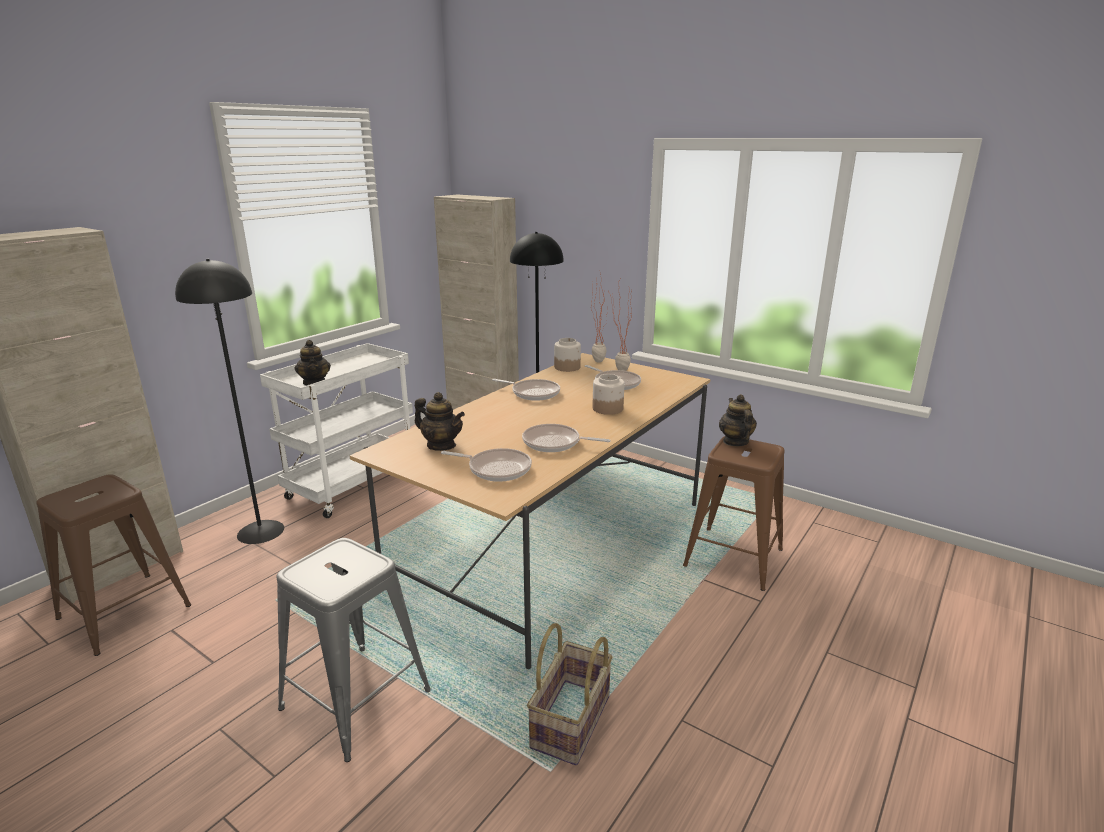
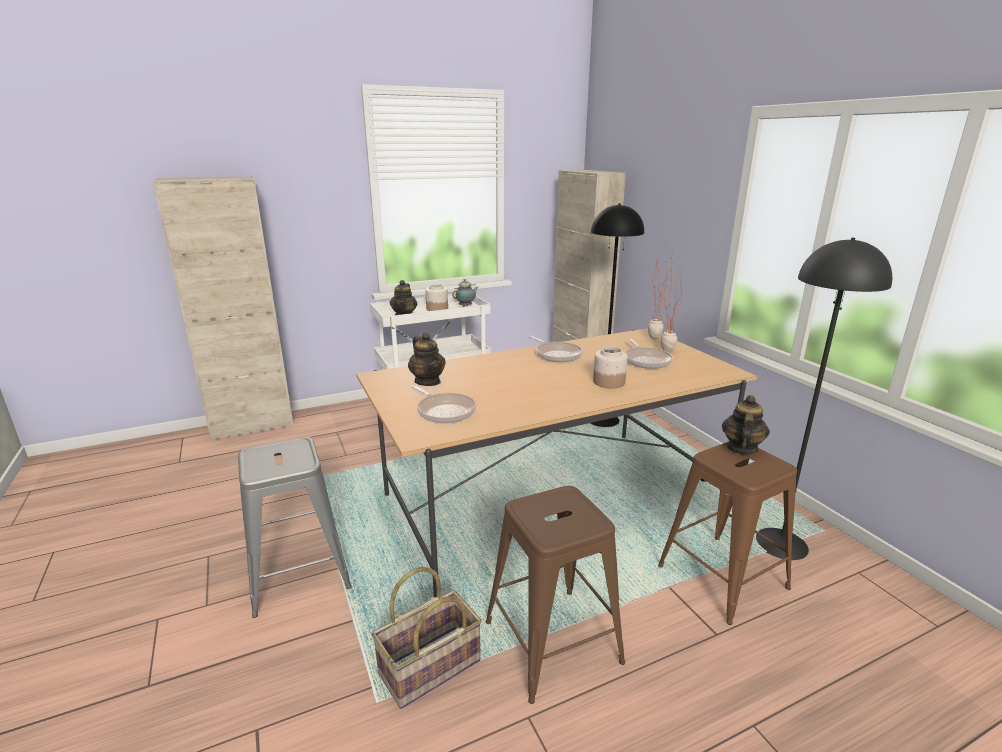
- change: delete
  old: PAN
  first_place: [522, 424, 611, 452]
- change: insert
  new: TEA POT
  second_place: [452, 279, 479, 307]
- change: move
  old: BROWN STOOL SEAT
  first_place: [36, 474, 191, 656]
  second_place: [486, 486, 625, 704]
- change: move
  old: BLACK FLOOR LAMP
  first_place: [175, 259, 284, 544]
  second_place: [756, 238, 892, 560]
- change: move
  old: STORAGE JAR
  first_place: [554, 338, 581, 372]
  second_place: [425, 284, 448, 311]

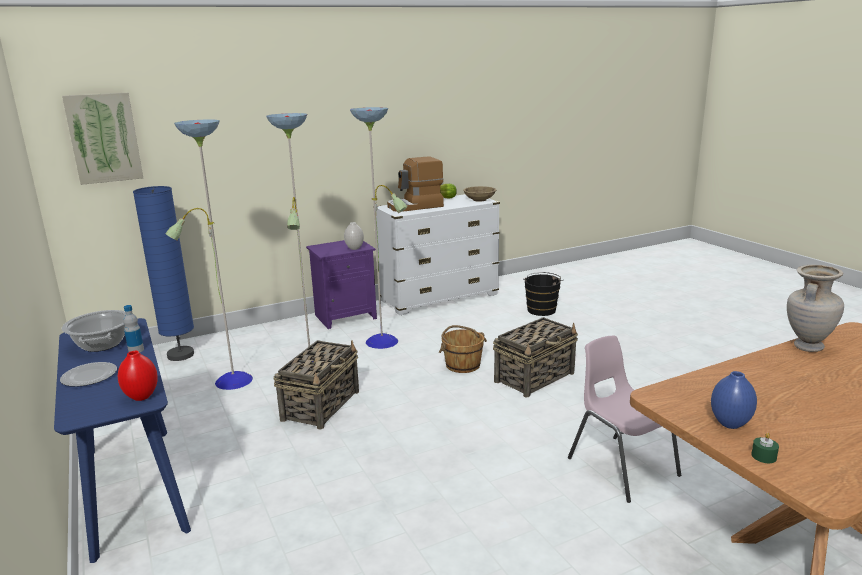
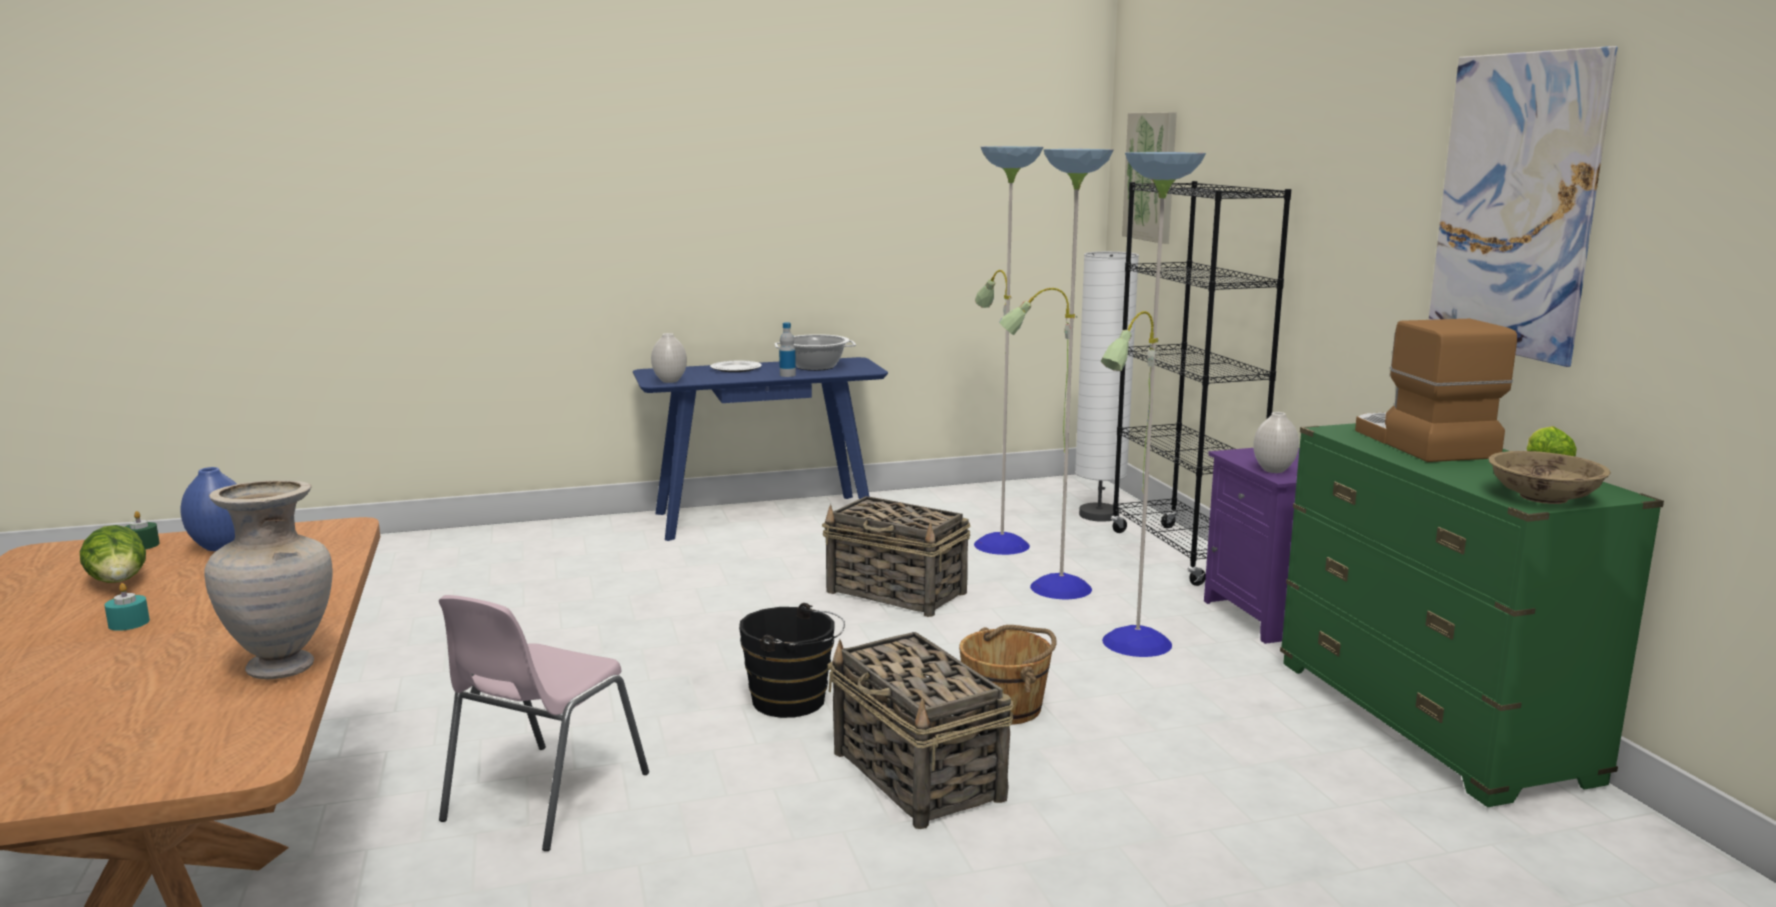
- change: insert
  new: LETTUCE
  second_place: [80, 525, 146, 583]
- change: insert
  new: TURQUOISE-COLOURED WAX CANDLE
  second_place: [104, 583, 150, 631]
- change: insert
  new: BLACK BOOKCASE
  second_place: [1111, 181, 1292, 586]
- change: insert
  new: WALL ART
  second_place: [1429, 46, 1618, 367]
- change: move
  old: BLACK WATER BUCKET
  first_place: [523, 272, 563, 316]
  second_place: [739, 603, 845, 718]
- change: recolor
  old: RED-COLOURED VASE
  new: WHITISH VASE
  first_place: [118, 351, 158, 401]
  second_place: [651, 333, 687, 383]
- change: recolor
  old: BLUE FLOOR LAMP
  new: WHITISH FLOOR LAMP
  first_place: [133, 186, 194, 361]
  second_place: [1075, 251, 1139, 522]
- change: recolor
  old: WHITISH CHEST OF DRAWERS
  new: GREEN-COLOURED CHEST OF DRAWERS
  first_place: [376, 194, 500, 315]
  second_place: [1280, 423, 1664, 807]
- change: rotate
  old: PINK-COLOURED PLAIN CHAIR
  first_place: [568, 335, 681, 503]
  second_place: [439, 595, 649, 851]
  degrees: 135

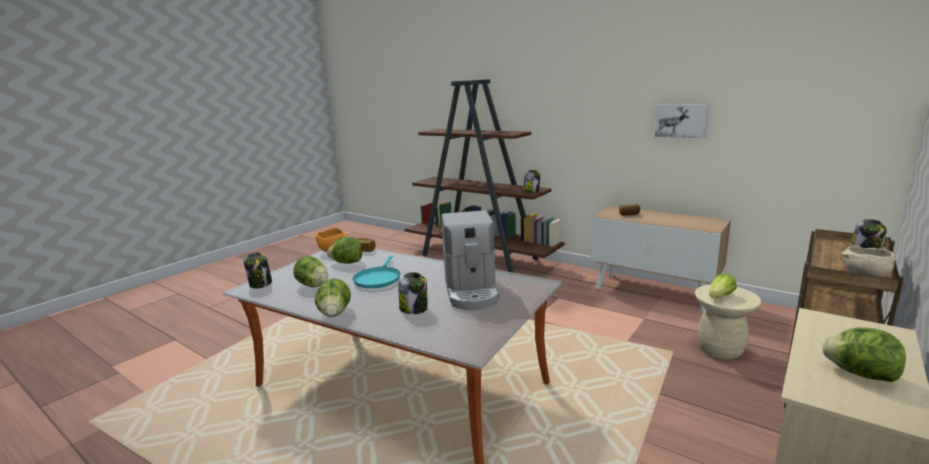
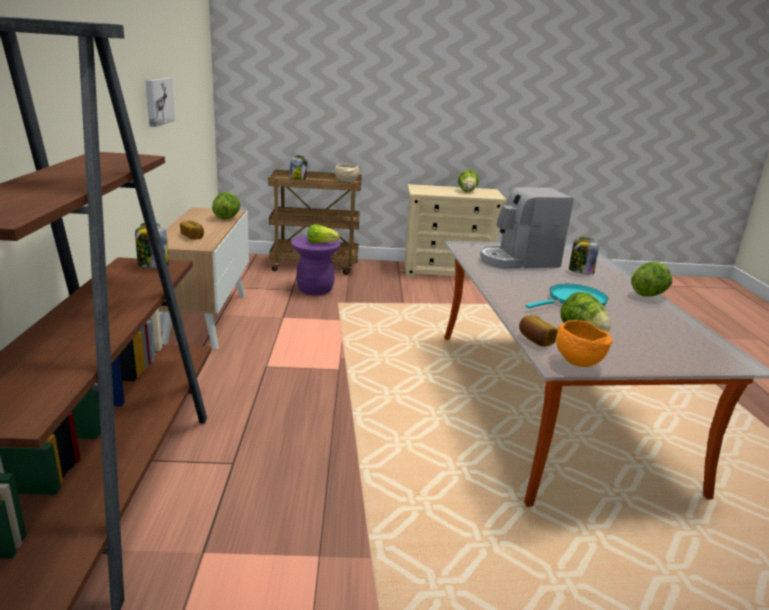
- change: delete
  old: STORAGE JAR
  first_place: [244, 252, 272, 289]
- change: move
  old: LETTUCE
  first_place: [293, 256, 328, 287]
  second_place: [212, 192, 240, 220]
- change: recolor
  old: BEIGE STOOL SEAT
  new: PURPLE-COLOURED STOOL SEAT
  first_place: [695, 285, 761, 359]
  second_place: [291, 235, 341, 296]
- change: rotate
  old: COFFEE MAKER
  first_place: [441, 210, 500, 310]
  second_place: [480, 187, 573, 269]
  degrees: -150

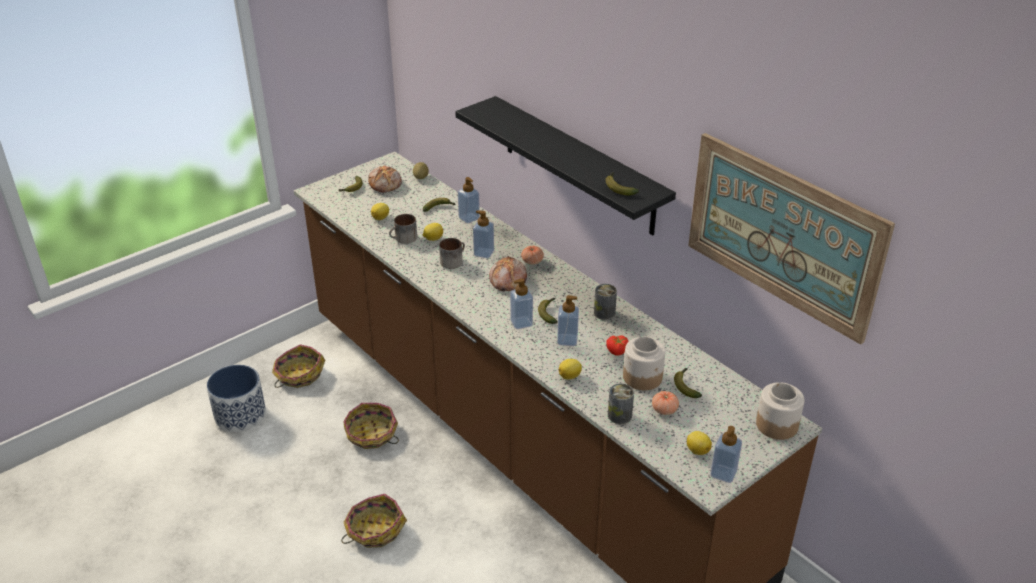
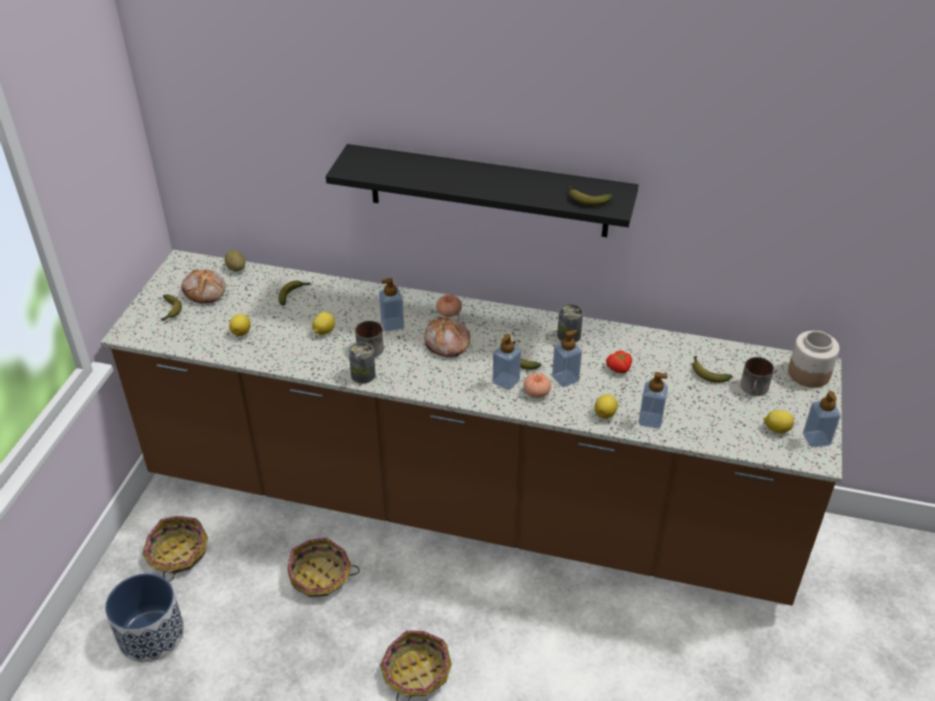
- change: delete
  old: STORAGE JAR
  first_place: [623, 336, 665, 390]
- change: delete
  old: WALL ART
  first_place: [688, 133, 895, 345]
- change: move
  old: MUG
  first_place: [389, 214, 417, 244]
  second_place: [740, 357, 774, 396]
- change: move
  old: SOAP DISPENSER
  first_place: [458, 177, 480, 223]
  second_place: [638, 372, 668, 429]
- change: move
  old: METAL CAN
  first_place: [608, 383, 634, 424]
  second_place: [349, 342, 376, 384]
- change: move
  old: FRESH TOMATO
  first_place: [652, 391, 679, 415]
  second_place: [523, 373, 551, 398]

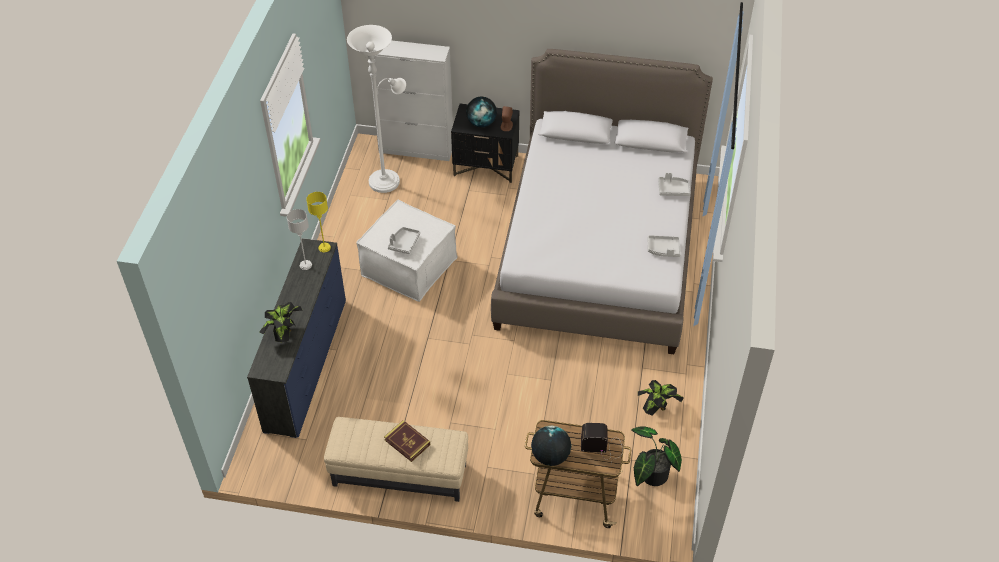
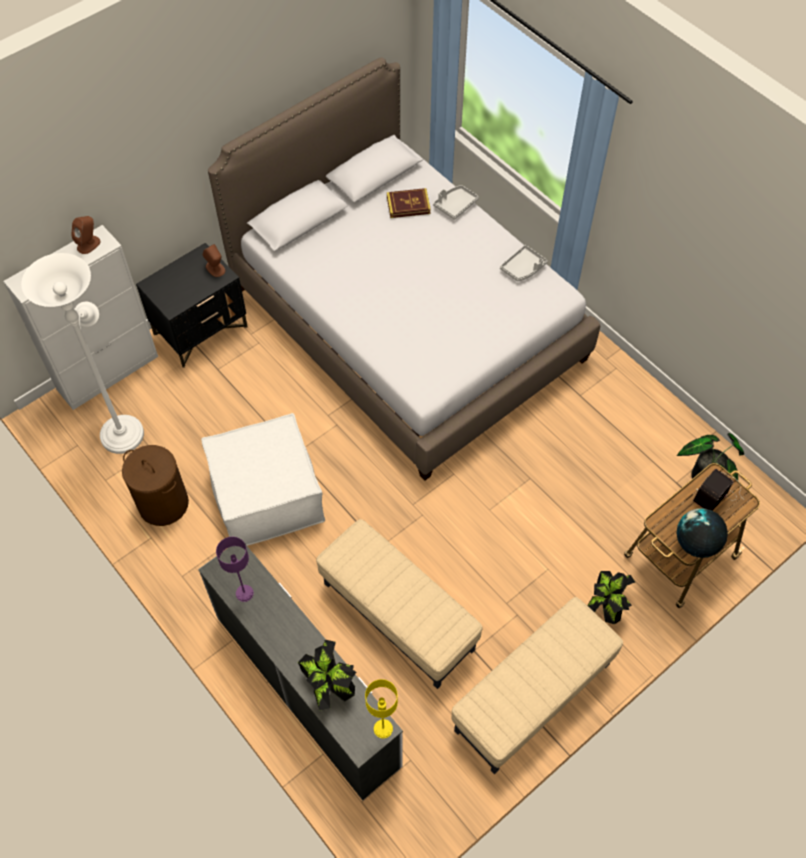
- change: delete
  old: GREYISH CARRYING TRAY
  first_place: [388, 227, 420, 254]
- change: delete
  old: WORLD GLOBE
  first_place: [466, 97, 497, 127]
- change: insert
  new: BROWN AUDIO SPEAKER
  second_place: [71, 216, 100, 254]
- change: insert
  new: BROWN HAMPER
  second_place: [122, 445, 189, 526]
- change: insert
  new: BEIGE FOOTREST
  second_place: [316, 519, 482, 689]
- change: move
  old: YELLOW-COLOURED LAMP FOR A TABLE
  first_place: [306, 192, 331, 252]
  second_place: [365, 679, 398, 739]
- change: move
  old: BOUND BOOK
  first_place: [384, 420, 430, 462]
  second_place: [387, 188, 431, 218]
- change: move
  old: POTTED PLANT
  first_place: [638, 380, 684, 416]
  second_place: [587, 571, 635, 624]
- change: recolor
  old: BLUE CHEST OF DRAWERS
  new: WHITISH CHEST OF DRAWERS
  first_place: [247, 238, 346, 438]
  second_place: [198, 539, 403, 801]
- change: recolor
  old: GREYISH LAMP FOR A TABLE
  new: PURPLE-COLOURED LAMP FOR A TABLE
  first_place: [287, 209, 312, 270]
  second_place: [216, 537, 254, 602]

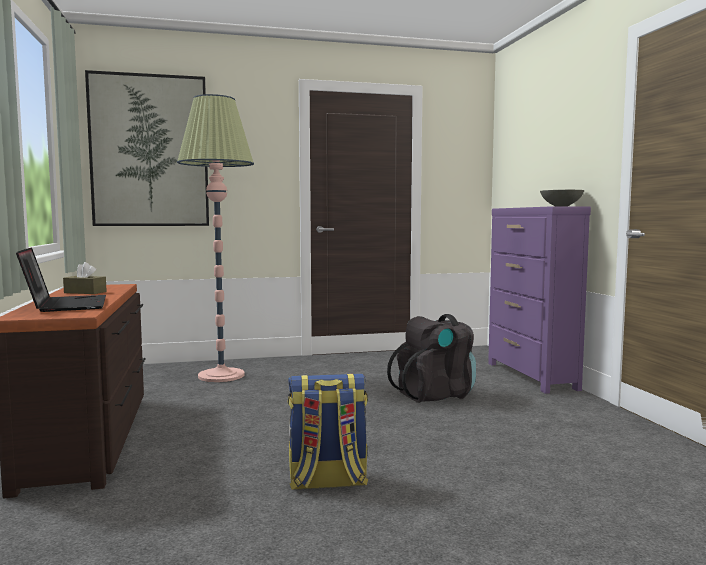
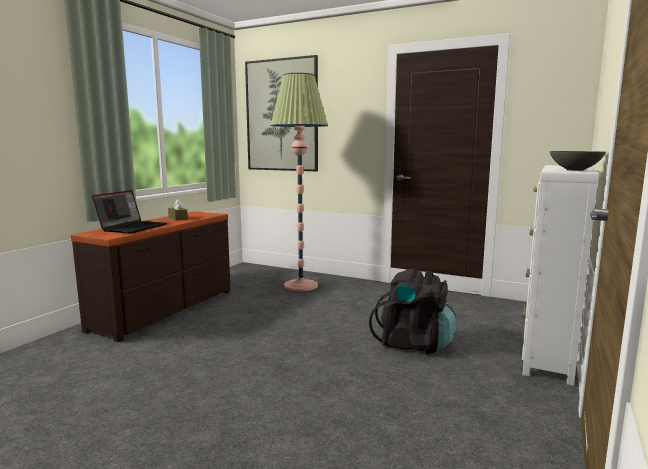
- change: delete
  old: RUCKSACK
  first_place: [288, 374, 368, 490]
- change: recolor
  old: PURPLE-COLOURED CHEST OF DRAWERS
  new: WHITISH CHEST OF DRAWERS
  first_place: [488, 206, 591, 394]
  second_place: [522, 165, 599, 386]

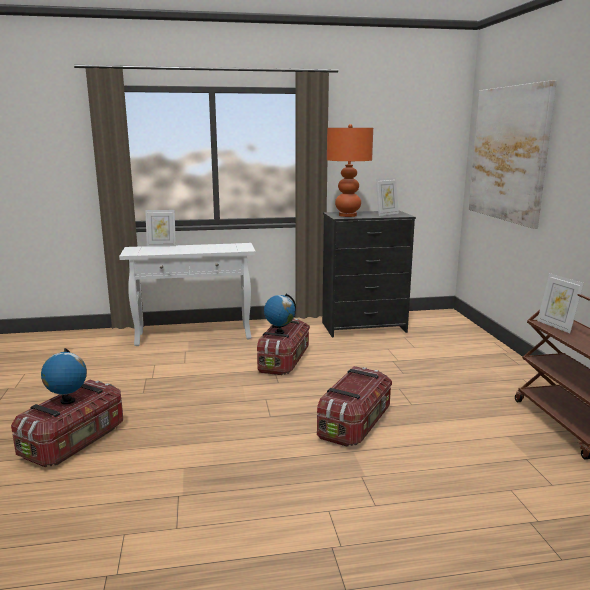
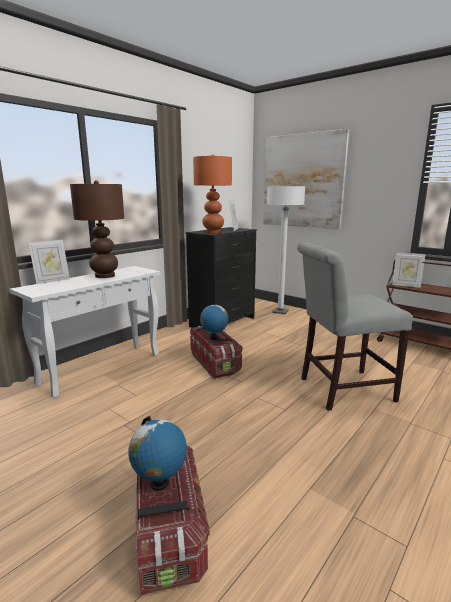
- change: insert
  new: BROWN LAMP FOR A TABLE
  second_place: [70, 180, 124, 278]
- change: insert
  new: WHITISH FLOOR LAMP
  second_place: [267, 186, 305, 314]
- change: replace
  old: STORAGE BIN
  new: GREYISH PLAIN CHAIR
  first_place: [317, 366, 392, 446]
  second_place: [297, 242, 413, 411]

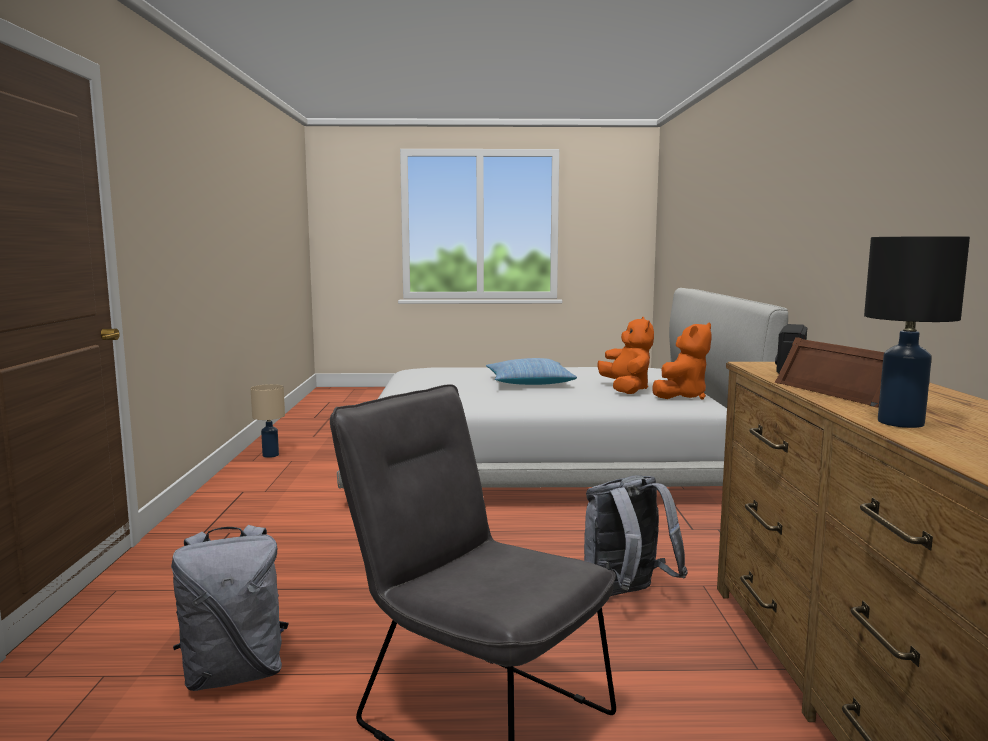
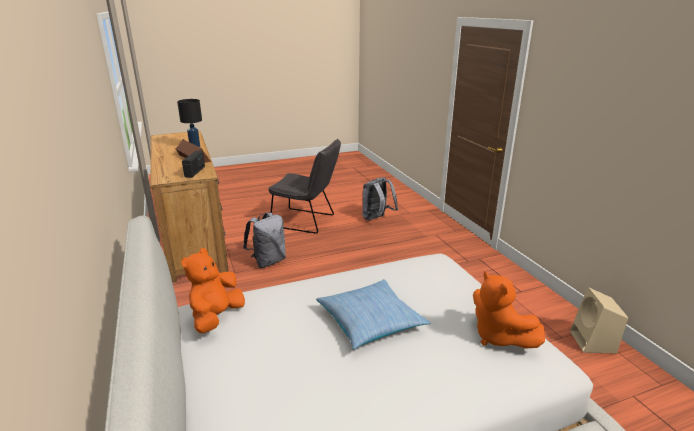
- change: move
  old: ORANGE CUDDLY TOY
  first_place: [597, 317, 654, 394]
  second_place: [473, 272, 545, 349]
- change: replace
  old: BEIGE LAMP FOR A TABLE
  new: BEIGE AUDIO SPEAKER
  first_place: [251, 384, 285, 458]
  second_place: [570, 287, 628, 354]

